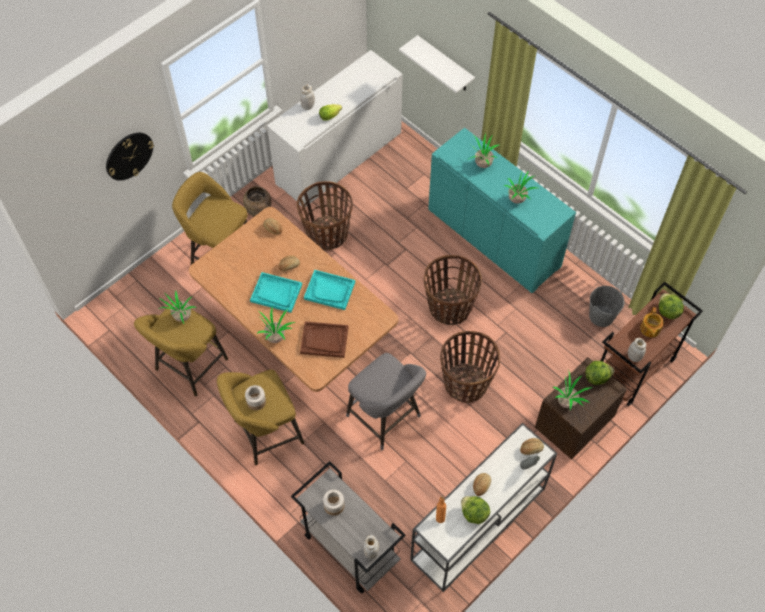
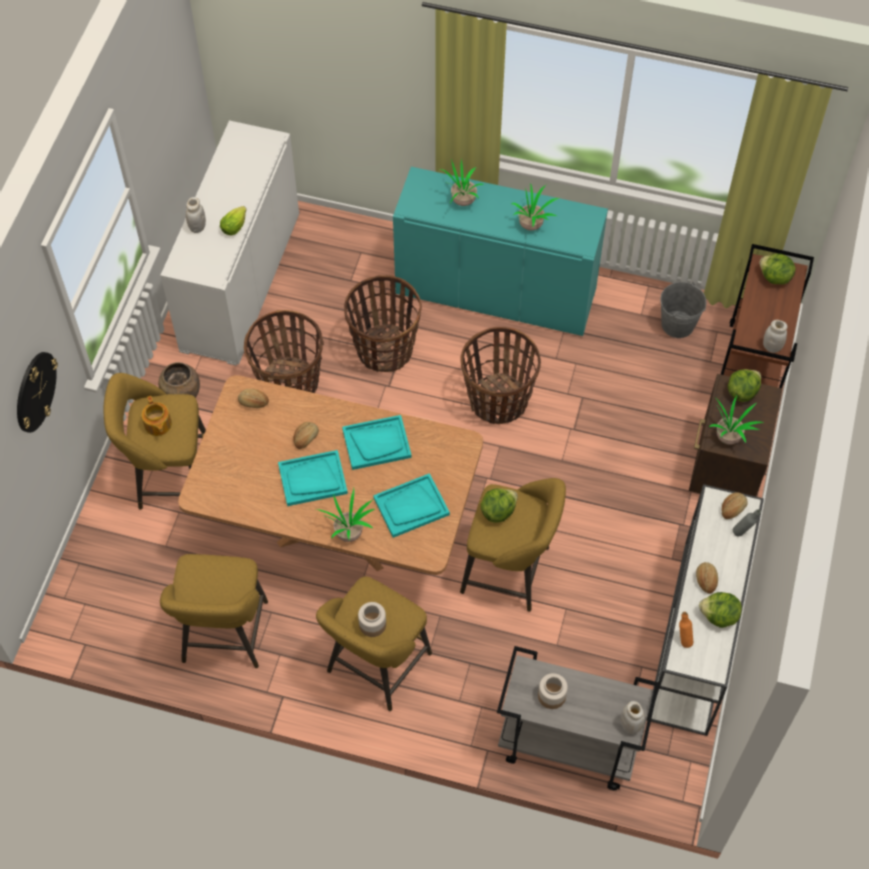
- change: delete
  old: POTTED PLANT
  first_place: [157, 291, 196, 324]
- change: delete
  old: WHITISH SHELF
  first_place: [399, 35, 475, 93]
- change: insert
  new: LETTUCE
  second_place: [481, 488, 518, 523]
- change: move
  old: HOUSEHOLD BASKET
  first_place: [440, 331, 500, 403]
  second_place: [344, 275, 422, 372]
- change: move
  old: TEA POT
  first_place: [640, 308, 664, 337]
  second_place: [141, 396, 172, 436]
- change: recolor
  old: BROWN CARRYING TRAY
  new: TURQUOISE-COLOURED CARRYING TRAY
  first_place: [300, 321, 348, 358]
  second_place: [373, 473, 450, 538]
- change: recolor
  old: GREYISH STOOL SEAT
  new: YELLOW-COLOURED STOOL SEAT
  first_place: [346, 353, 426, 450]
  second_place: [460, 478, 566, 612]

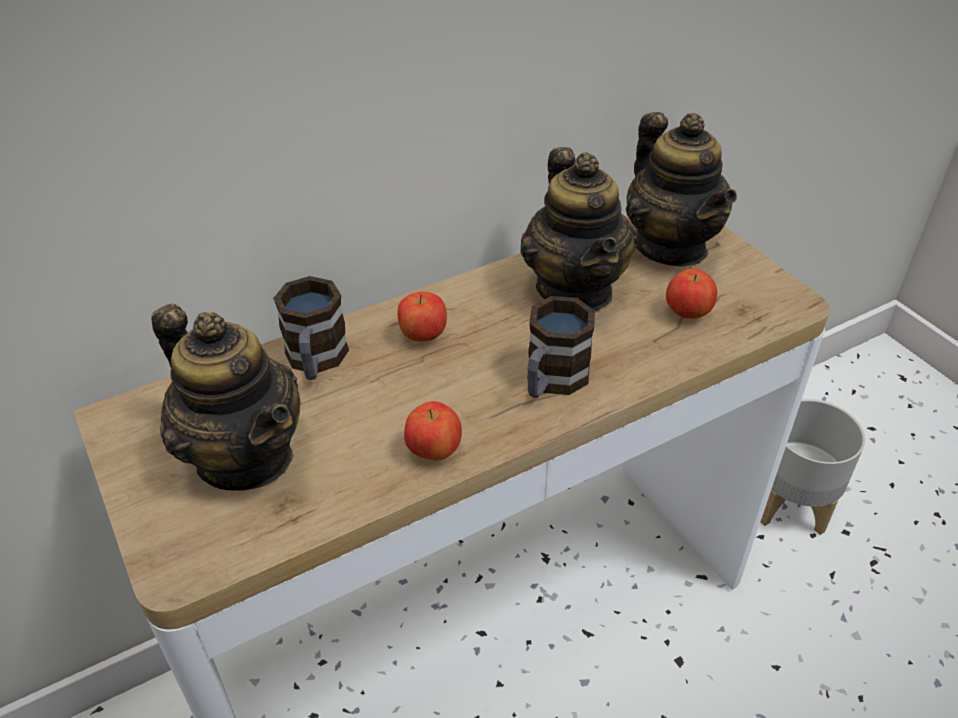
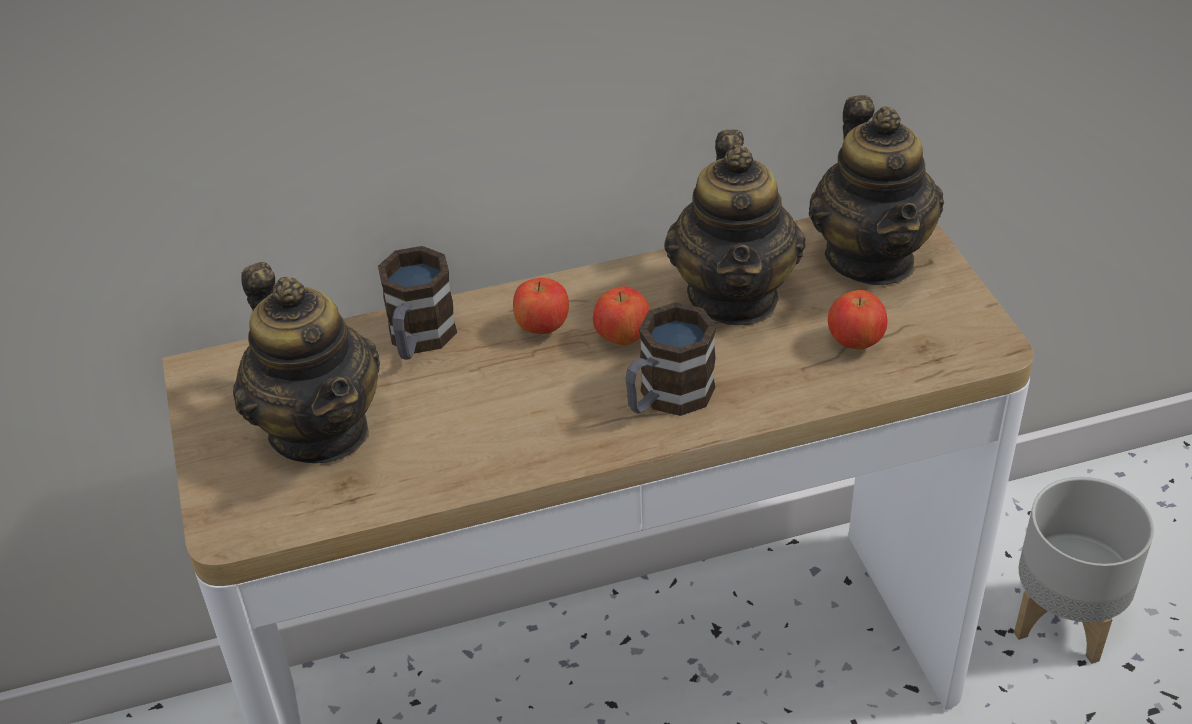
- change: move
  old: APPLE
  first_place: [404, 401, 462, 460]
  second_place: [593, 286, 650, 345]

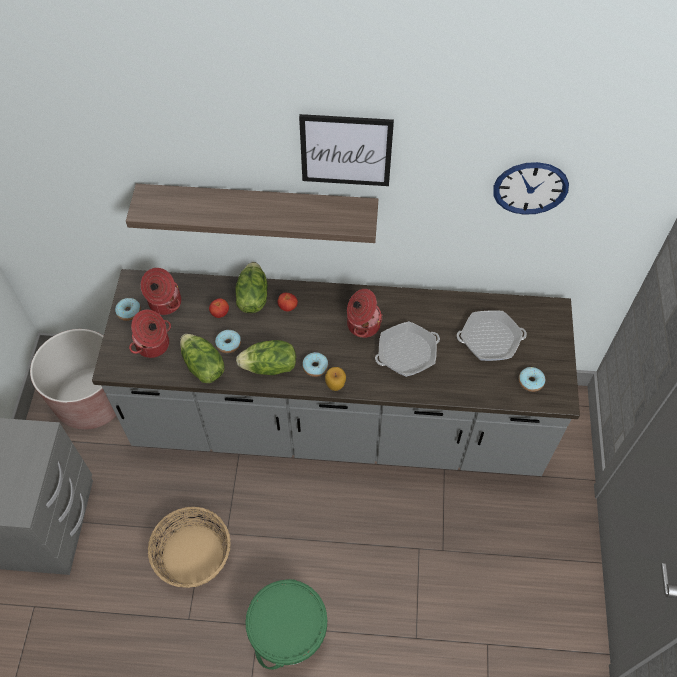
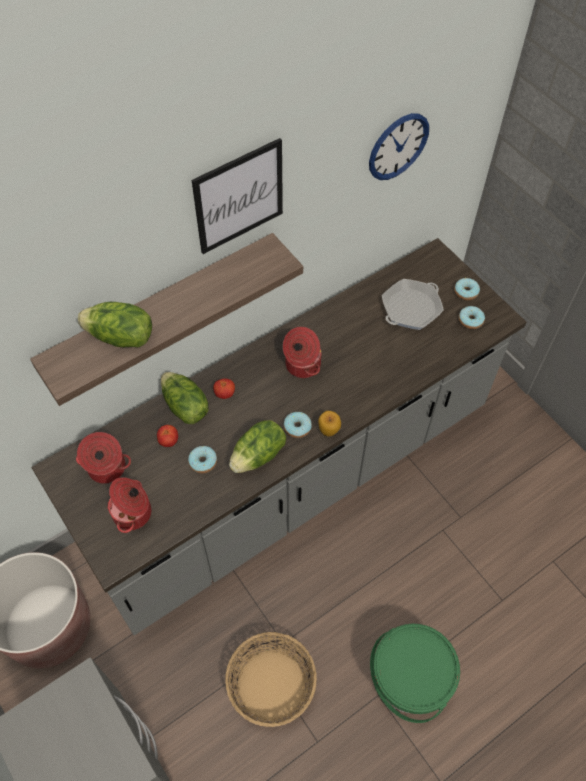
- change: delete
  old: PAN
  first_place: [375, 321, 440, 377]
- change: move
  old: DONUT
  first_place: [115, 298, 141, 321]
  second_place: [454, 278, 480, 300]
- change: move
  old: LETTUCE
  first_place: [180, 334, 224, 383]
  second_place: [77, 302, 152, 347]

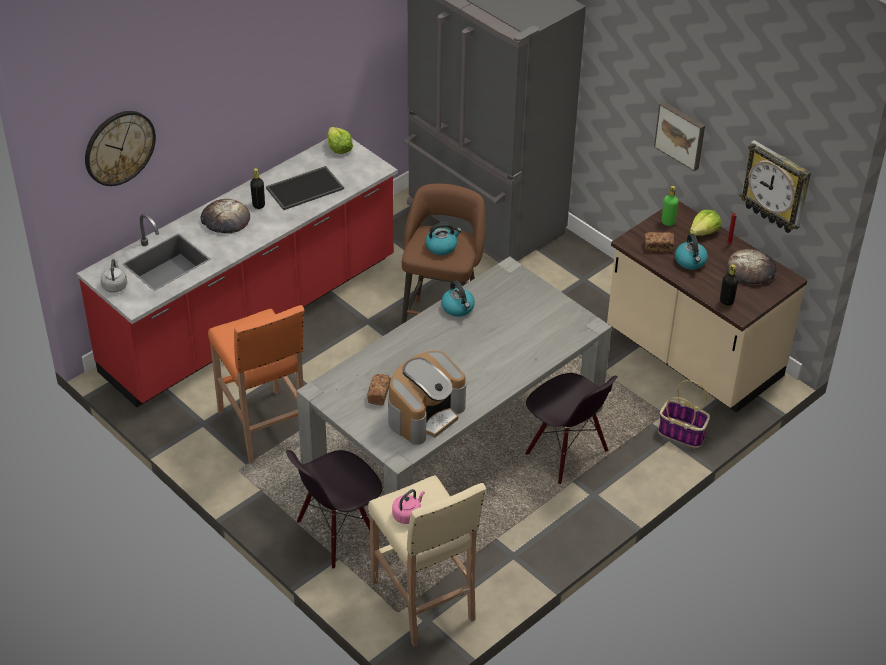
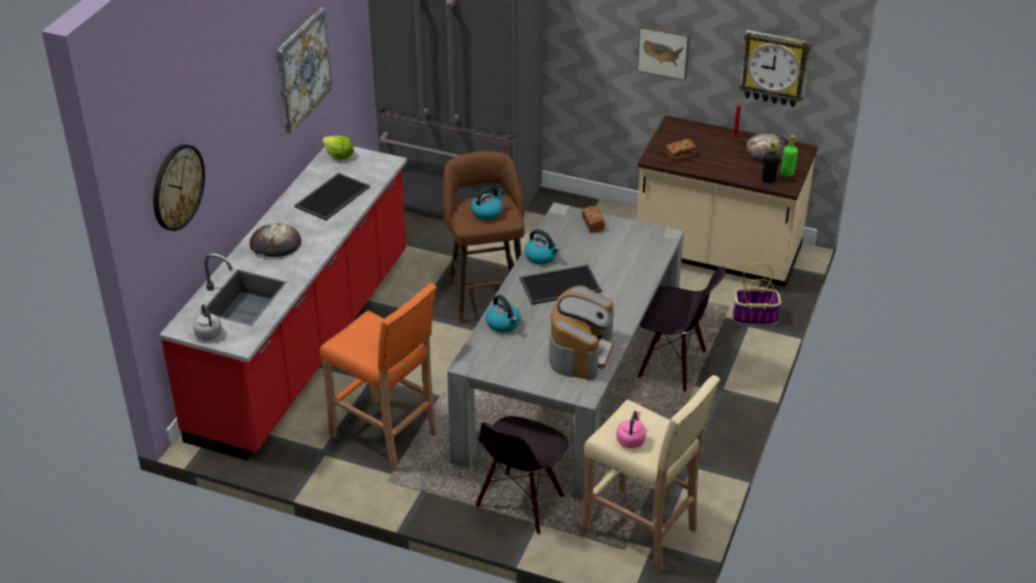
- change: delete
  old: BLACK DRINK BOTTLE
  first_place: [250, 168, 265, 209]
- change: delete
  old: LETTUCE
  first_place: [690, 210, 721, 236]
- change: insert
  new: WALL ART
  second_place: [276, 7, 332, 134]
- change: insert
  new: CARRYING TRAY
  second_place: [519, 265, 602, 305]
- change: move
  old: BREAD
  first_place: [368, 374, 390, 405]
  second_place: [582, 206, 605, 233]
- change: move
  old: GREEN-COLOURED DRINK BOTTLE
  first_place: [661, 186, 678, 226]
  second_place: [781, 135, 798, 177]
- change: move
  old: WATER KETTLE
  first_place: [675, 234, 708, 270]
  second_place: [485, 295, 521, 333]

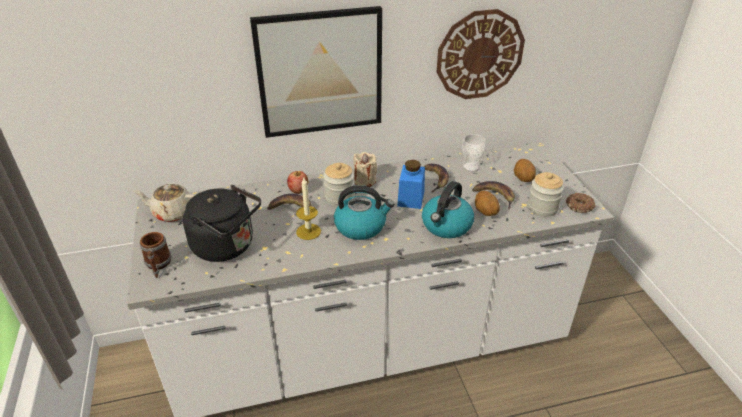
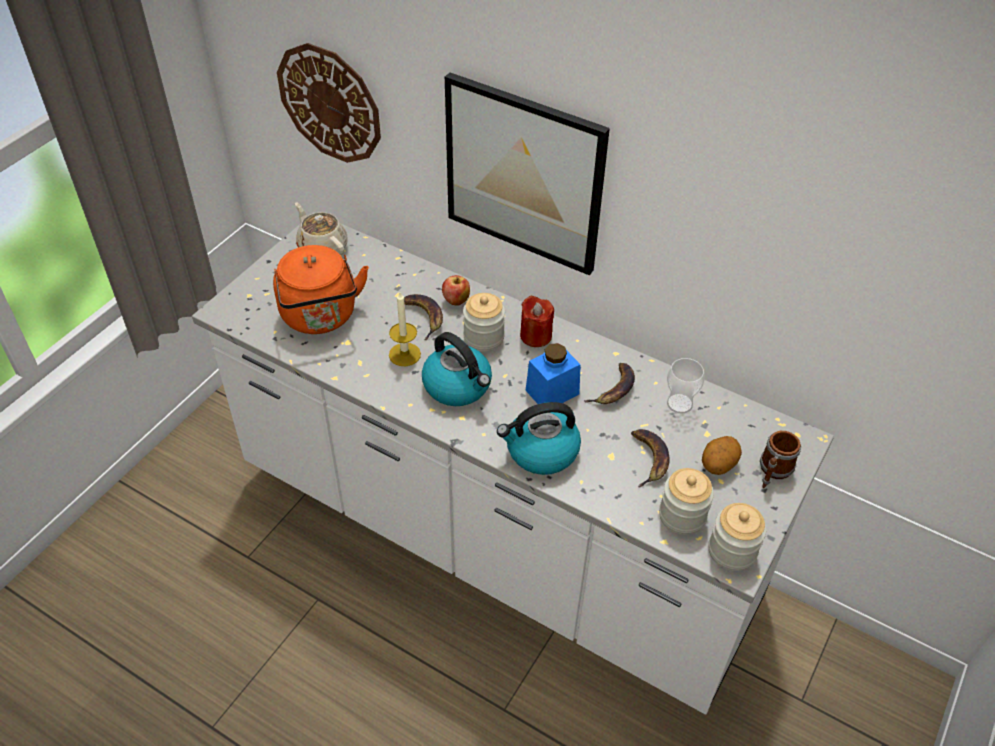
- change: delete
  old: WHOLE POTATO
  first_place: [475, 191, 500, 216]
- change: move
  old: MUG
  first_place: [140, 232, 172, 278]
  second_place: [760, 431, 801, 488]
- change: move
  old: WALL CLOCK
  first_place: [437, 9, 525, 99]
  second_place: [277, 43, 381, 163]
- change: replace
  old: DONUT
  new: STORAGE JAR
  first_place: [566, 193, 596, 213]
  second_place: [708, 503, 766, 571]
- change: recolor
  old: BLACK WATER KETTLE
  new: ORANGE WATER KETTLE
  first_place: [183, 185, 261, 262]
  second_place: [273, 245, 369, 334]
- change: recolor
  old: BEIGE WAX CANDLE
  new: RED-COLOURED WAX CANDLE
  first_place: [353, 152, 377, 187]
  second_place: [520, 296, 554, 347]

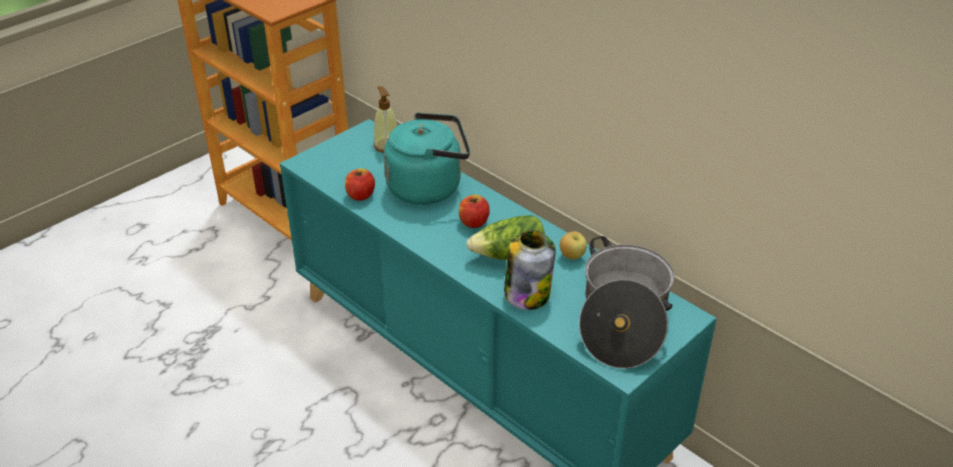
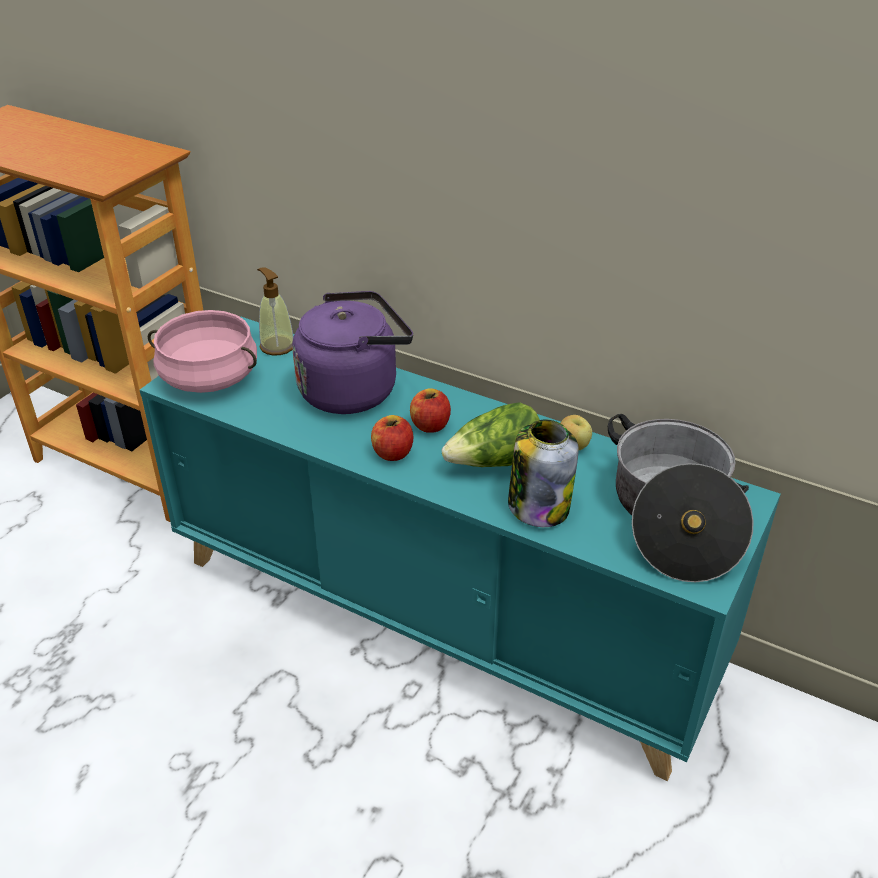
- change: insert
  new: PINK-COLOURED SAUCEPOT
  second_place: [148, 310, 257, 393]
- change: move
  old: APPLE
  first_place: [345, 168, 375, 201]
  second_place: [371, 415, 413, 461]
- change: recolor
  old: TURQUOISE-COLOURED WATER KETTLE
  new: PURPLE-COLOURED WATER KETTLE
  first_place: [384, 112, 470, 205]
  second_place: [293, 291, 413, 414]

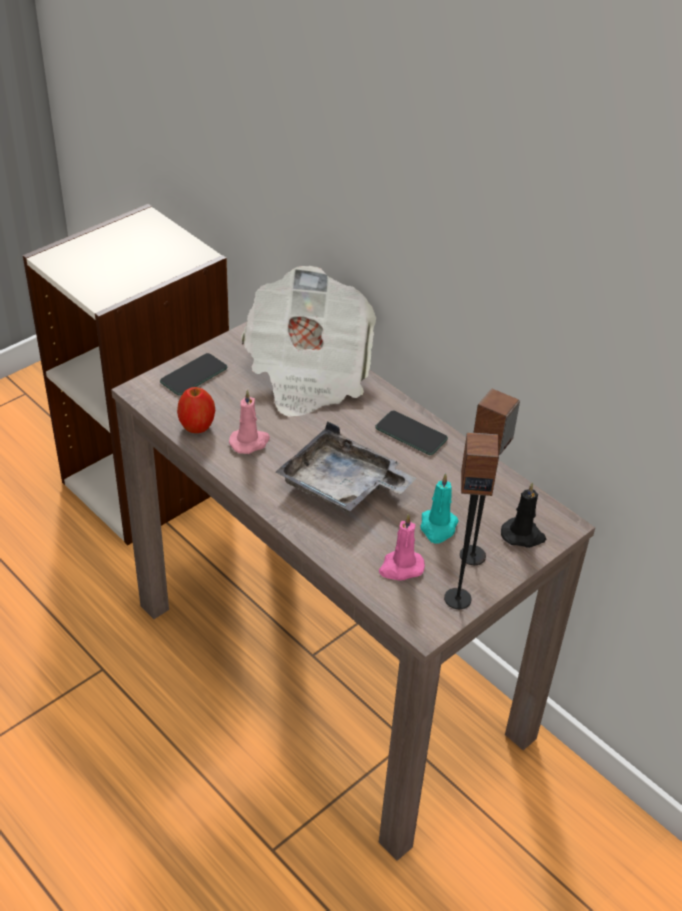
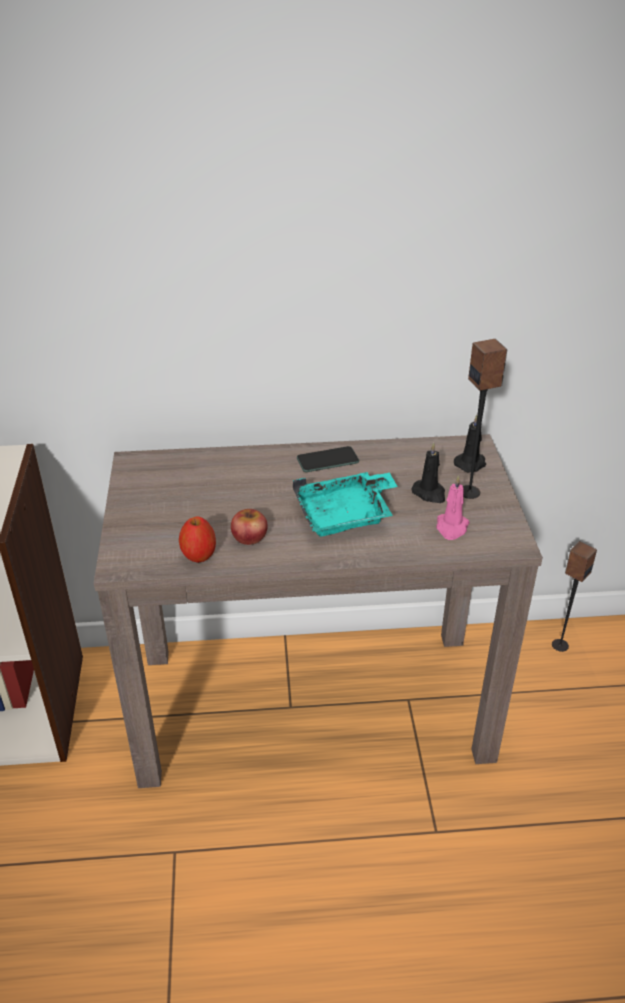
- change: delete
  old: PHONE
  first_place: [160, 353, 227, 396]
- change: delete
  old: NEWSPAPER
  first_place: [241, 266, 376, 417]
- change: move
  old: AUDIO SPEAKER
  first_place: [444, 432, 499, 609]
  second_place: [552, 541, 597, 652]
- change: replace
  old: PINK-COLOURED WAX CANDLE
  new: APPLE
  first_place: [229, 390, 270, 454]
  second_place: [231, 509, 268, 545]
- change: recolor
  old: GREYISH CARRYING TRAY
  new: TURQUOISE-COLOURED CARRYING TRAY
  first_place: [275, 422, 416, 512]
  second_place: [293, 472, 398, 537]
- change: recolor
  old: TURQUOISE-COLOURED WAX CANDLE
  new: BLACK WAX CANDLE
  first_place: [421, 473, 458, 544]
  second_place: [411, 442, 445, 503]

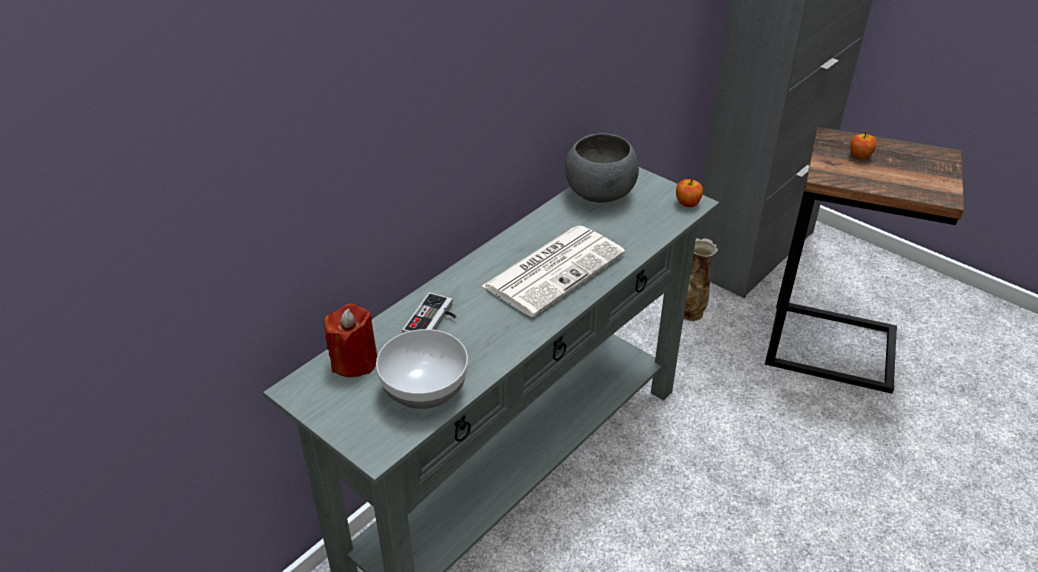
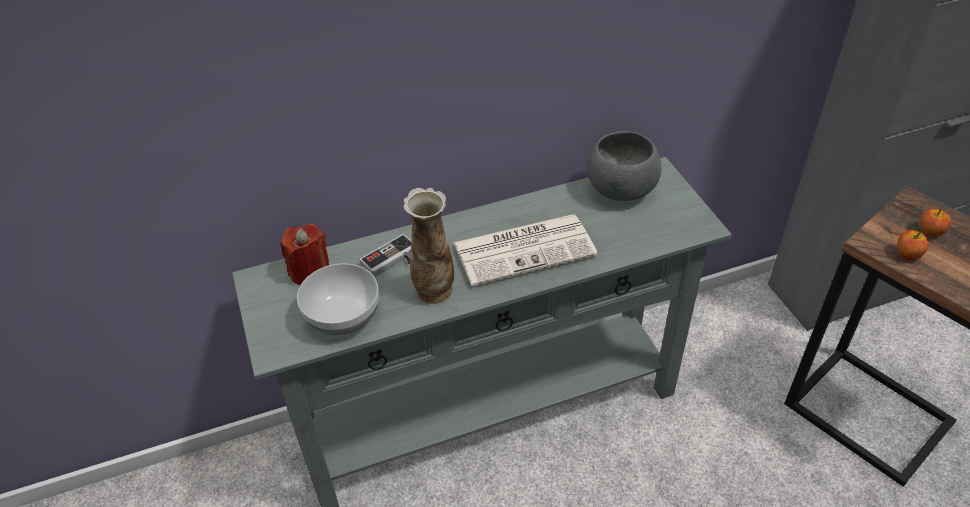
- change: move
  old: APPLE
  first_place: [676, 179, 703, 207]
  second_place: [897, 230, 929, 260]
- change: move
  old: VASE
  first_place: [684, 238, 718, 321]
  second_place: [403, 188, 454, 304]

